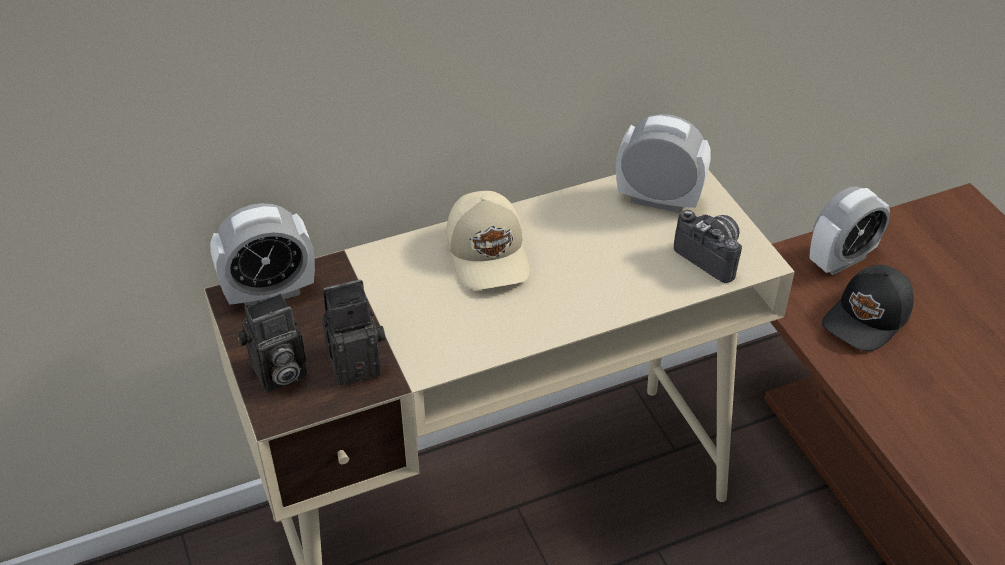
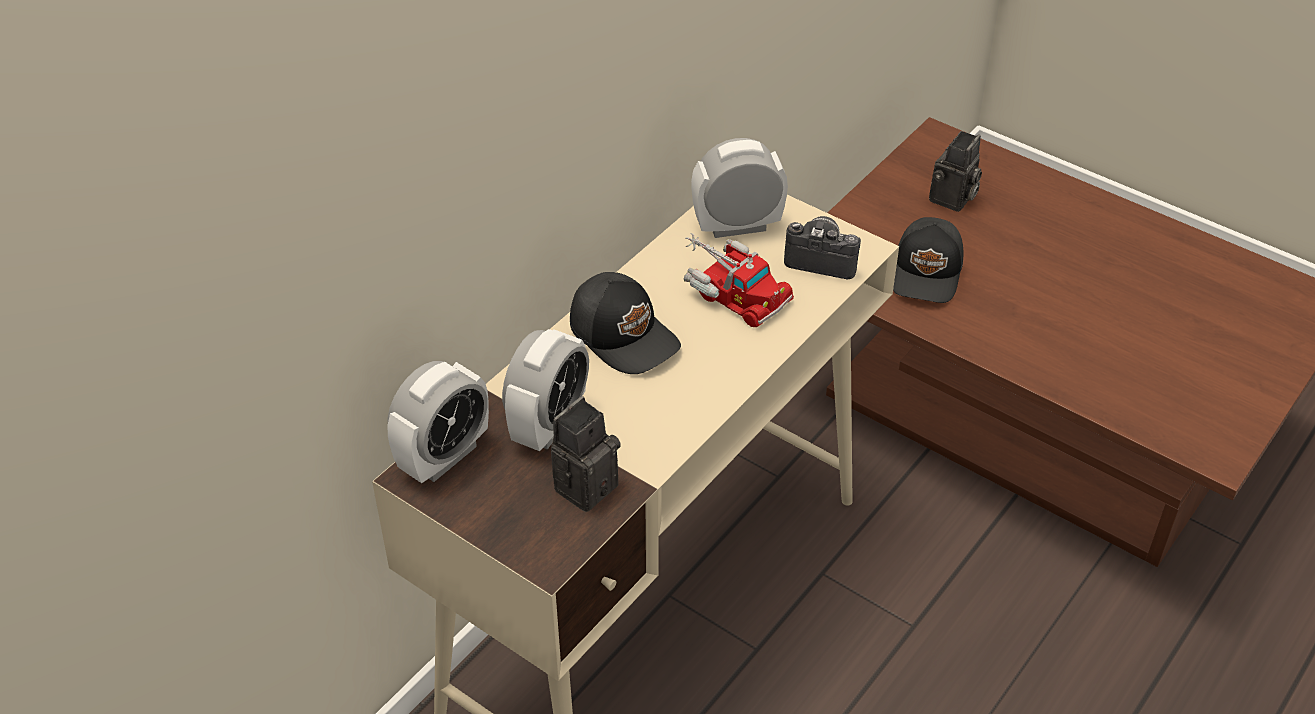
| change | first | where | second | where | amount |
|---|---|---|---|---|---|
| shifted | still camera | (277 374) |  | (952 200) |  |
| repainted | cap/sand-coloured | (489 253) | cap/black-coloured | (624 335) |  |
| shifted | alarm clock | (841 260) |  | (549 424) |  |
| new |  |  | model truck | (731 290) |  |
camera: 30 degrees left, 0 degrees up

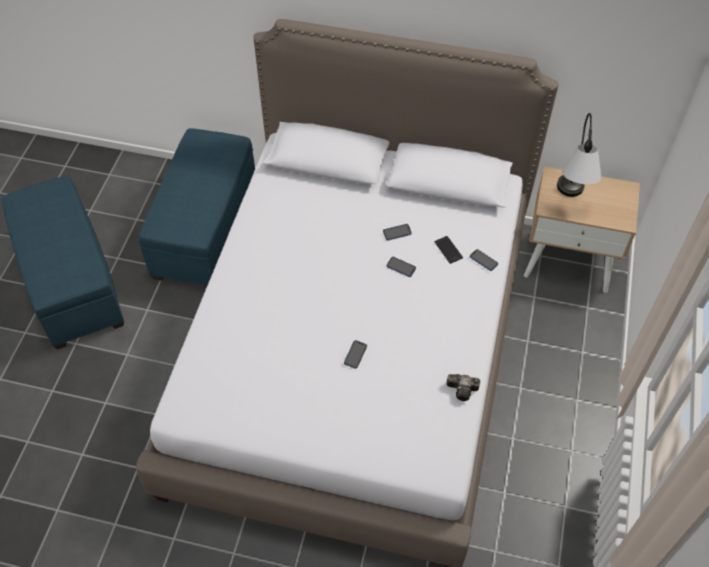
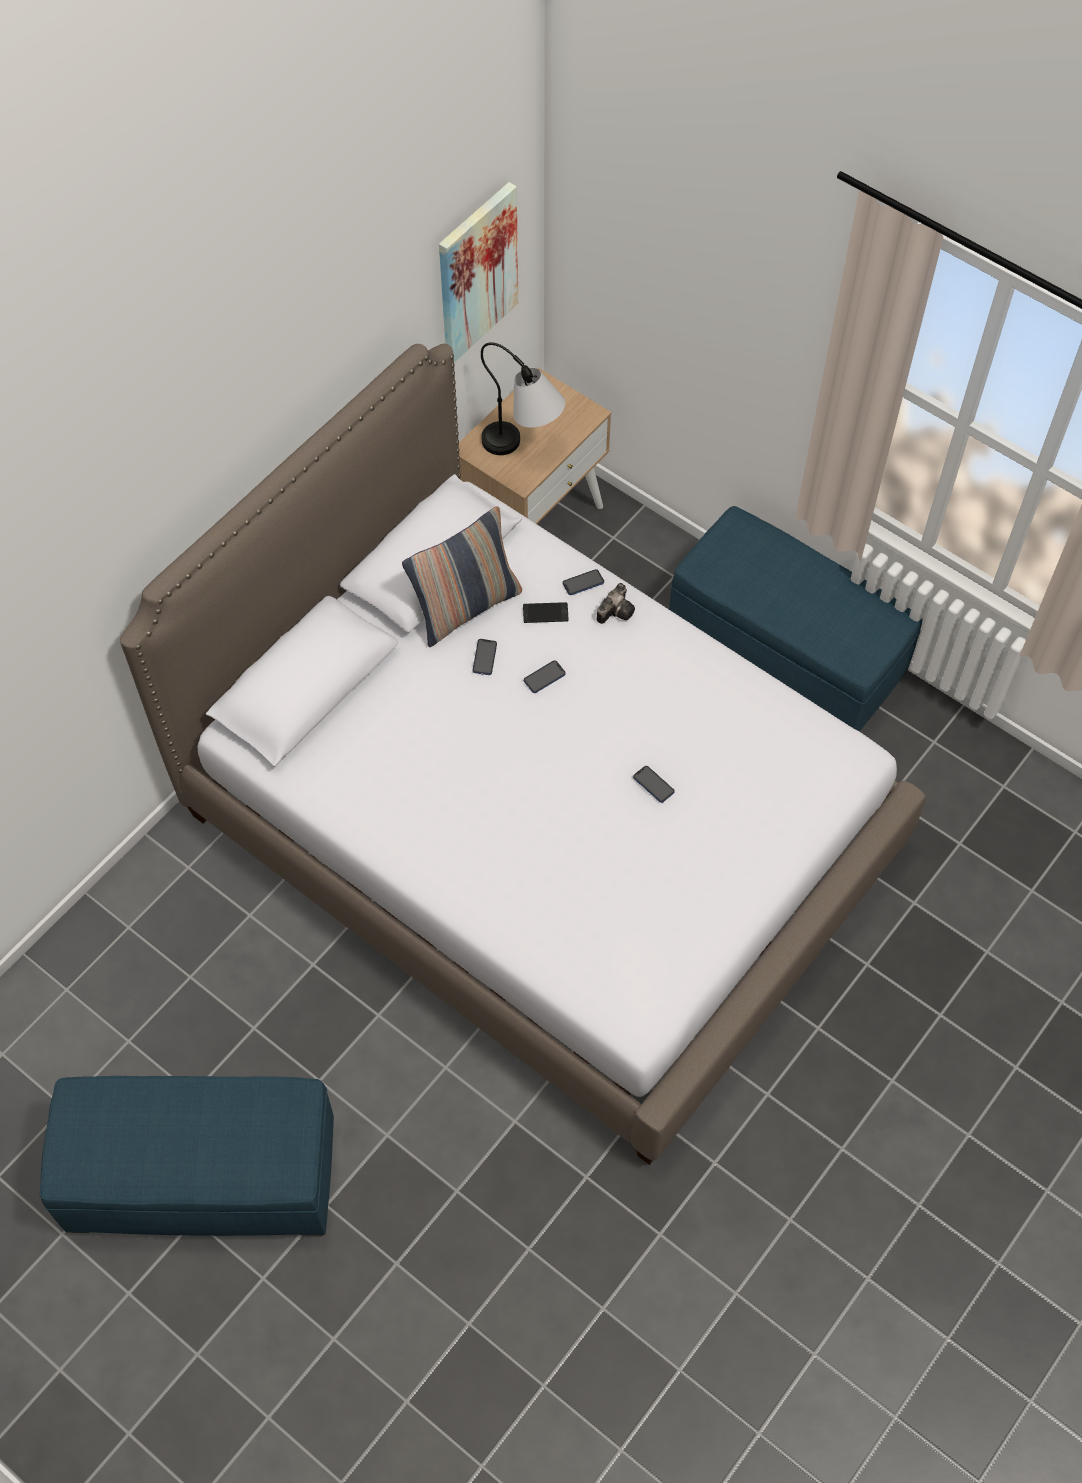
| change | first | where | second | where | amount |
|---|---|---|---|---|---|
| shifted | footrest/bluish | (205 230) |  | (783 656) |  |
| shifted | still camera | (463 390) |  | (616 610) |  |
| new |  |  | pillow | (466 608) |  |
| new |  |  | wall art | (476 272) |  |
camera: 65 degrees left, 5 degrees up

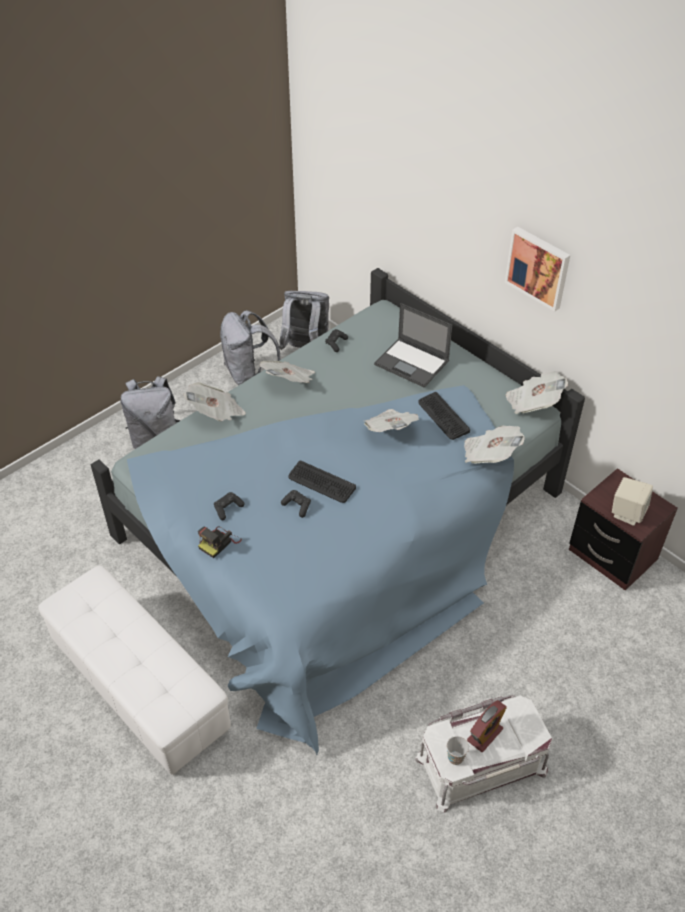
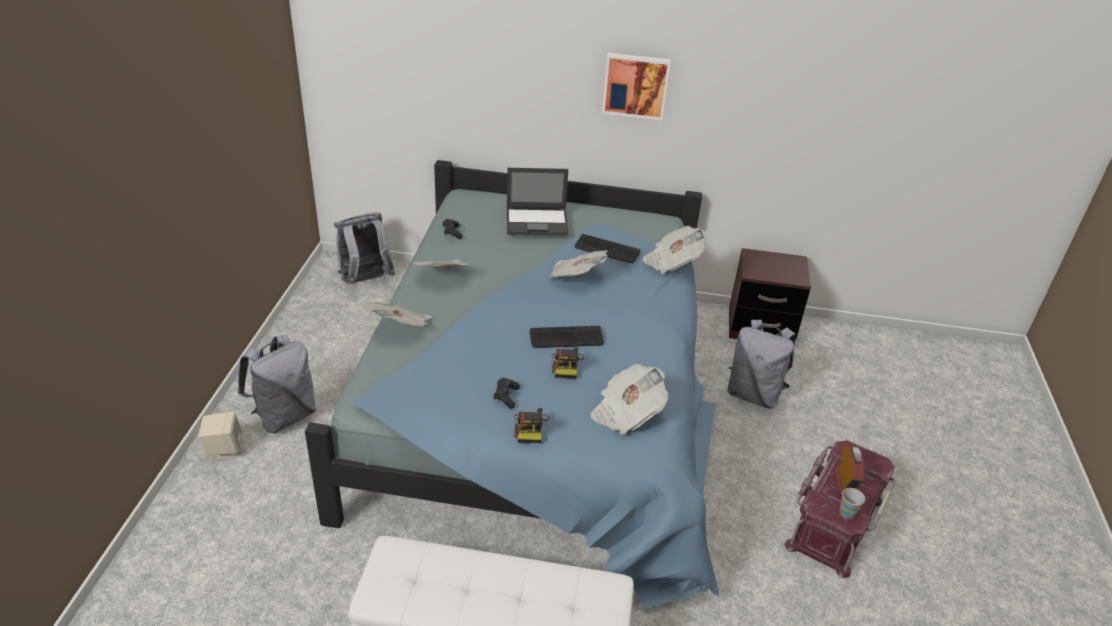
| change | first | where | second | where | amount |
|---|---|---|---|---|---|
| shifted | rucksack/greyish | (250 375) |  | (754 394) |  |
| swapped | game controller/black-coloured | (297 506) | still camera | (566 365) |  |
| repainted | storage container/whitish | (480 762) | storage container/red-coloured | (833 522) |  |
| shifted | newspaper | (533 403) |  | (626 413) |  |
| shifted | loudspeaker/sand-coloured | (627 513) |  | (224 449) |  |
camera: 40 degrees left, 10 degrees down

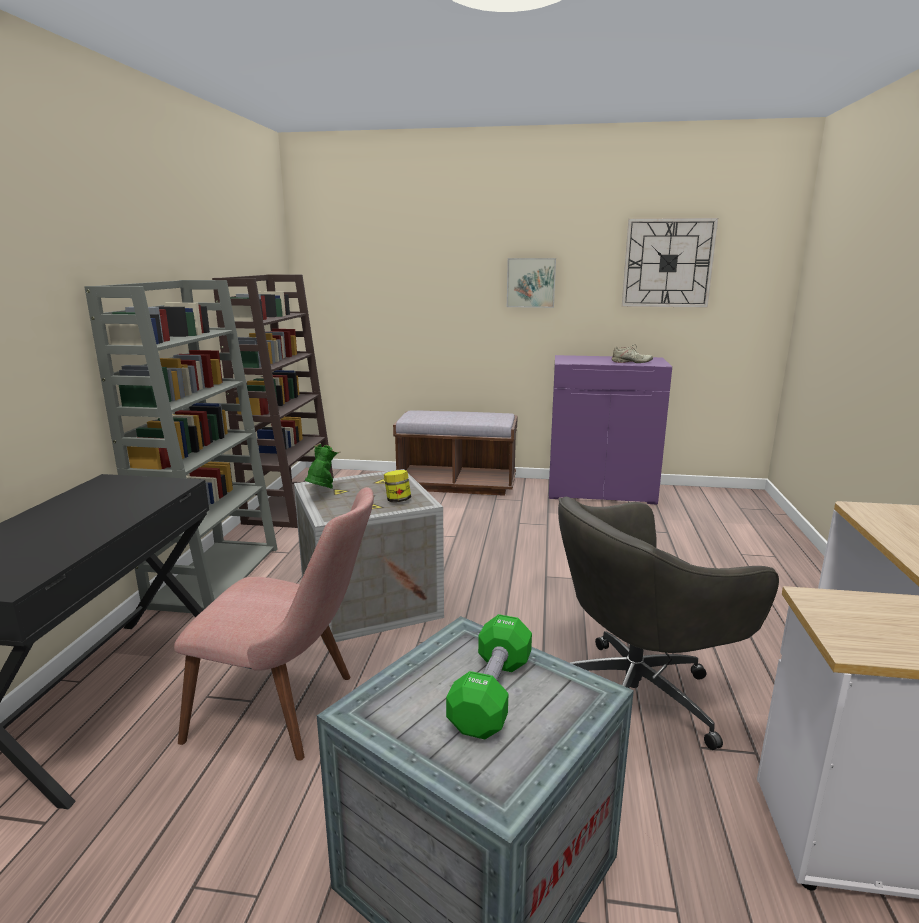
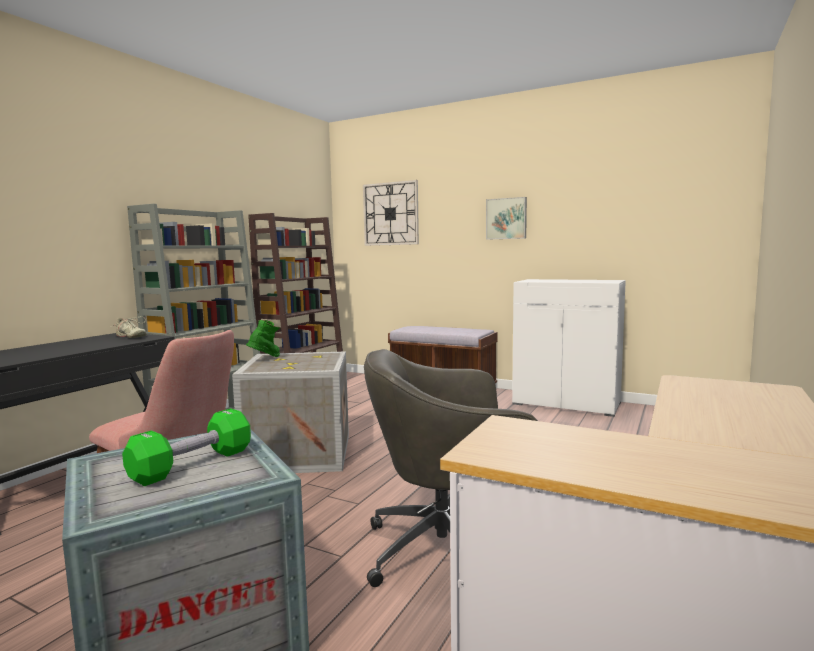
| change | first | where | second | where | amount |
|---|---|---|---|---|---|
| gone | storage jar | (398 500) |  |  |  |
| repainted | cabinet/purple | (601 491) | cabinet/whitish | (567 403) |  |
| shifted | item of footwear/sand-coloured | (631 362) |  | (130 336) |  |
| shifted | hanging clock | (668 263) |  | (390 214) |  |
camera: 20 degrees right, 10 degrees down

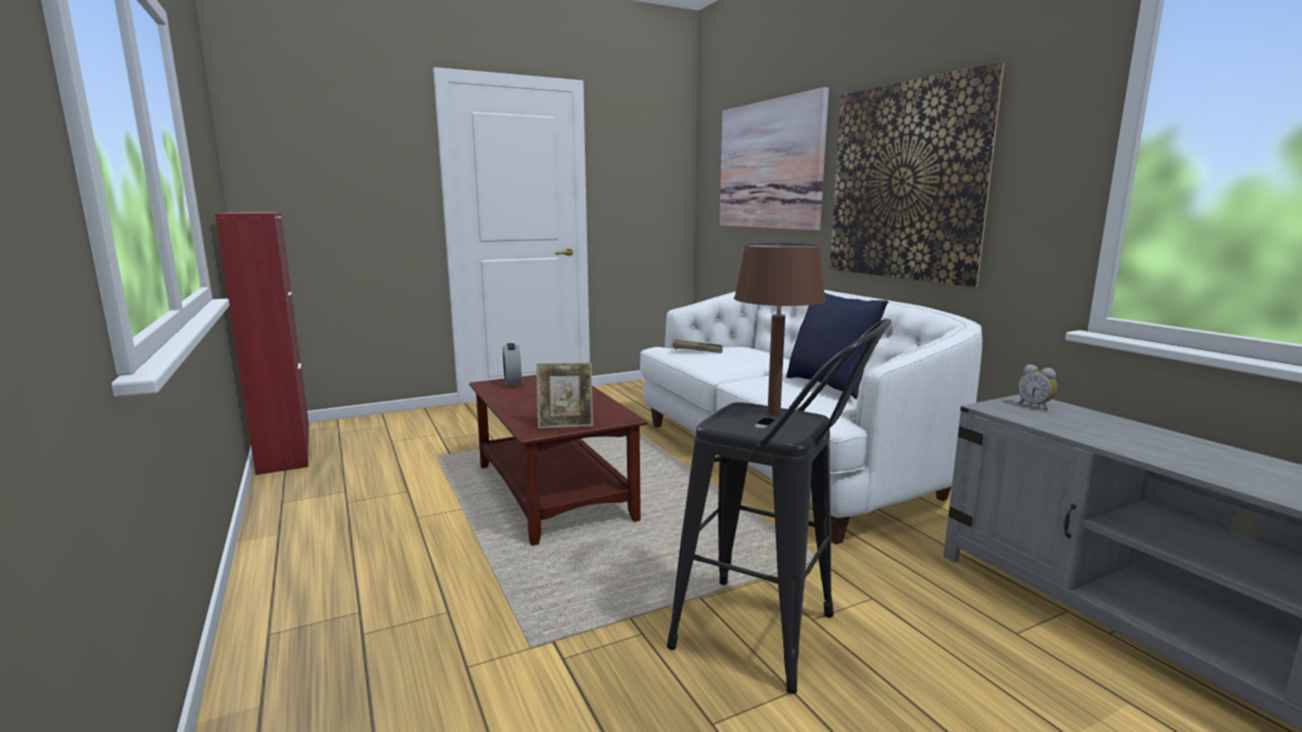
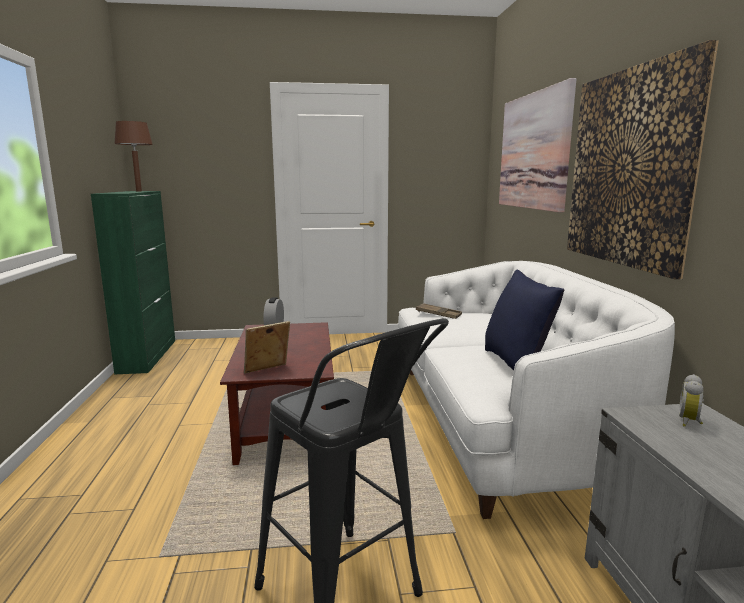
| change | first | where | second | where | amount |
|---|---|---|---|---|---|
| repainted | cabinet/red-coloured | (285 447) | cabinet/greenish | (148 355) |  |
| rotated | picture frame | (565 424) |  | (268 371) | 135 degrees clockwise |
| shifted | table lamp/brown | (774 412) |  | (139 191) |  |
| rotated | alarm clock | (1035 406) |  | (690 422) | 45 degrees clockwise |
camera: 20 degrees right, 0 degrees up

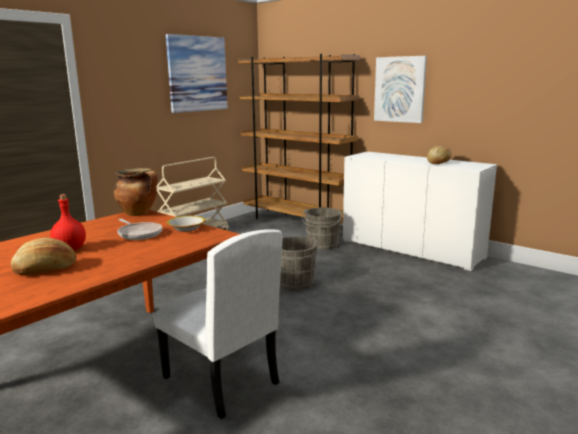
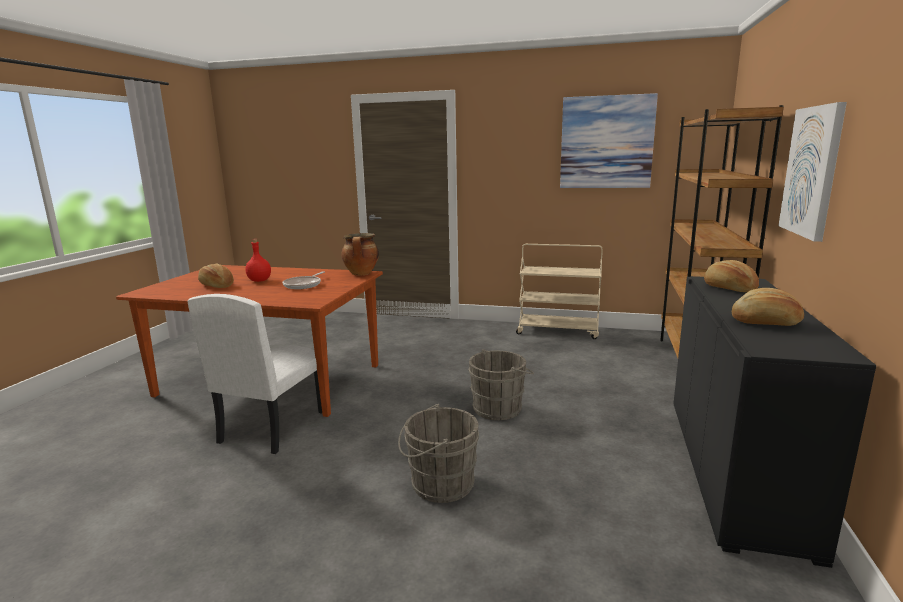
| change | first | where | second | where | amount |
|---|---|---|---|---|---|
| gone | deep dish | (186 228) |  |  |  |
| shifted | water bucket/greyish | (322 245) |  | (438 484) |  |
| repainted | cabinet/whitish | (411 249) | cabinet/black-coloured | (733 468) |  |
| new |  |  | baked bread | (729 288) |  |
camera: 65 degrees right, 0 degrees up

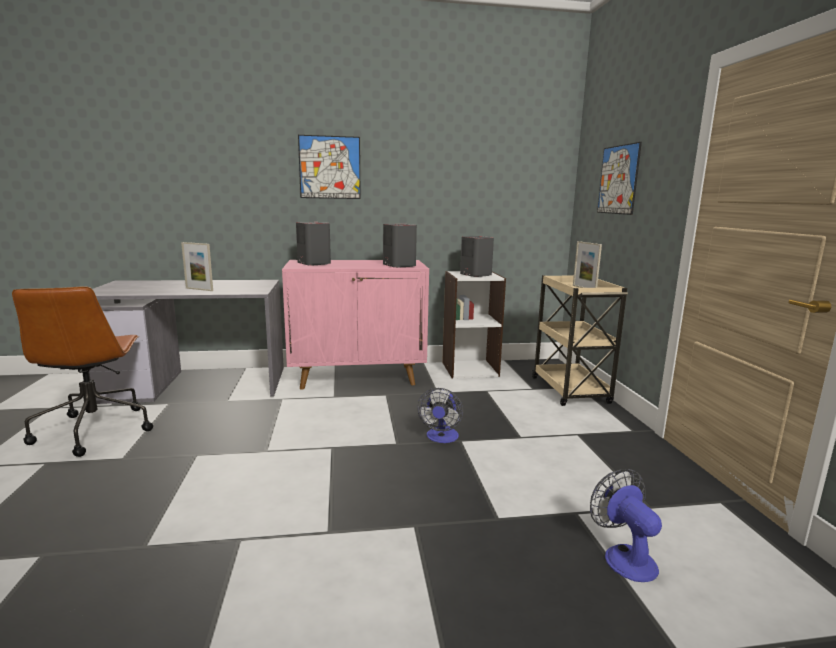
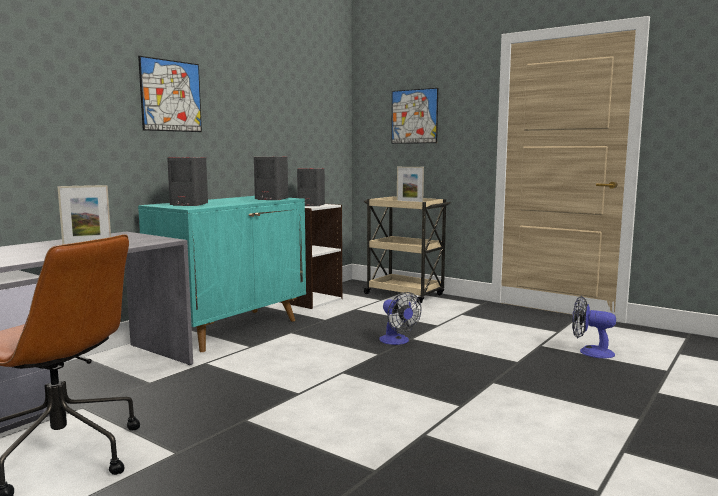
| change | first | where | second | where | amount |
|---|---|---|---|---|---|
| repainted | cabinet/pink | (358 377) | cabinet/blue-green | (232 329) |  |
camera: 45 degrees left, 5 degrees down

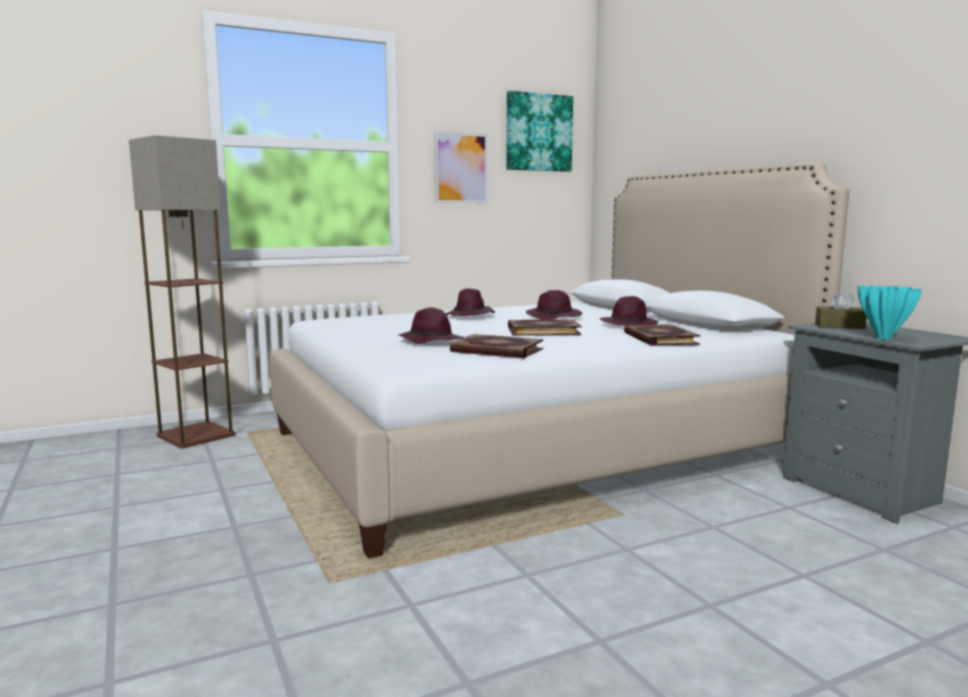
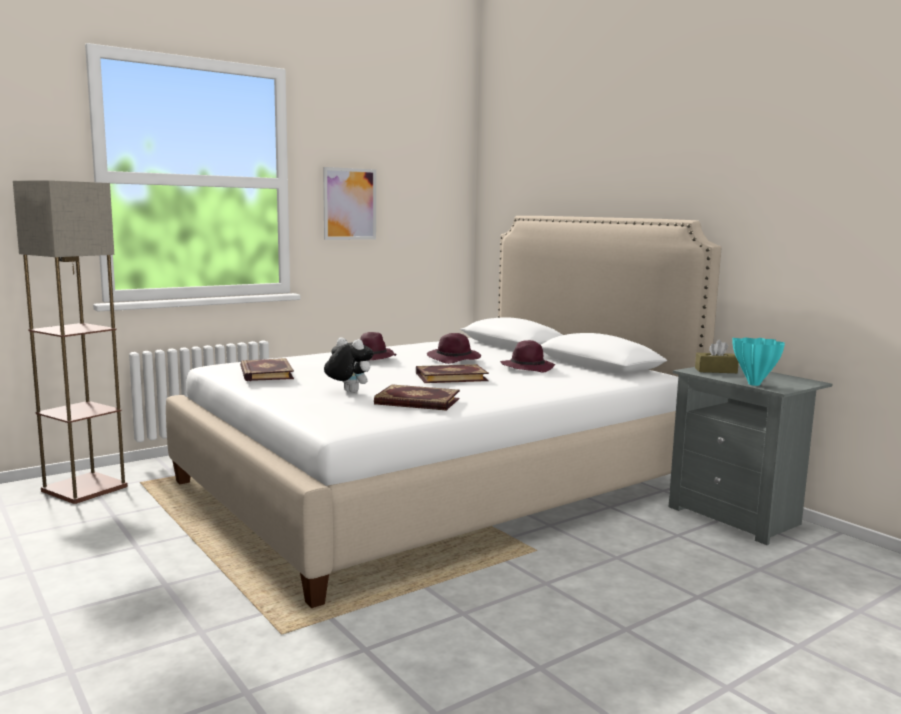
| change | first | where | second | where | amount |
|---|---|---|---|---|---|
| swapped | hat/purple | (430 341) | cuddly toy | (348 392) |  |
| gone | wall art | (538 132) |  |  |  |
| shifted | volume | (659 339) |  | (265 373) |  |
camera: 10 degrees left, 0 degrees up

